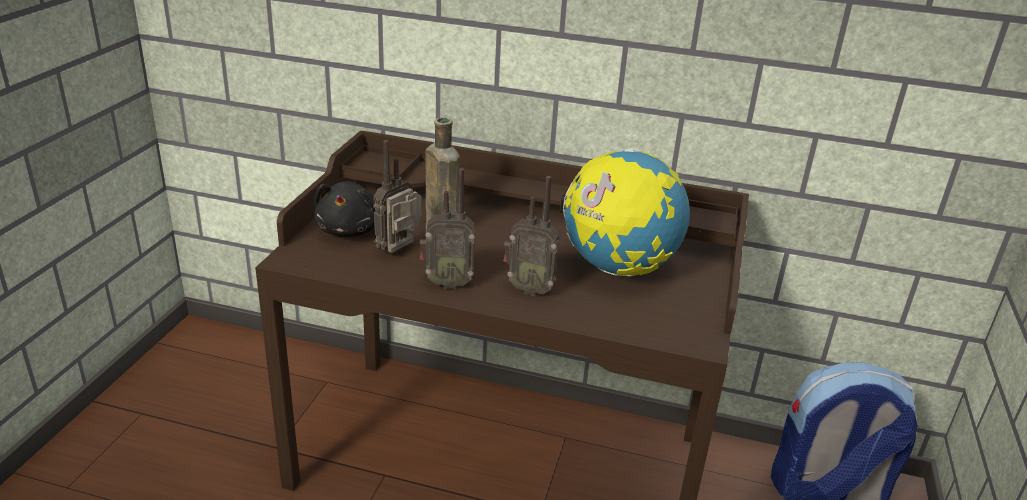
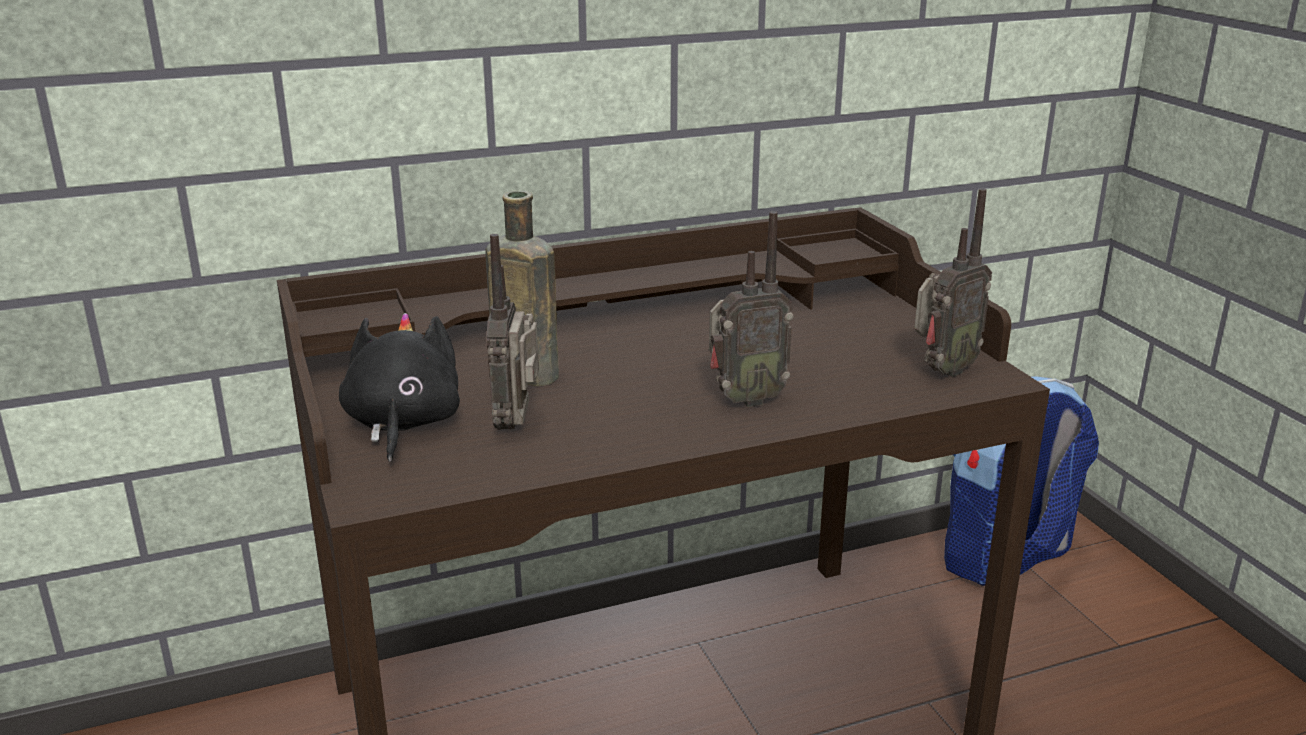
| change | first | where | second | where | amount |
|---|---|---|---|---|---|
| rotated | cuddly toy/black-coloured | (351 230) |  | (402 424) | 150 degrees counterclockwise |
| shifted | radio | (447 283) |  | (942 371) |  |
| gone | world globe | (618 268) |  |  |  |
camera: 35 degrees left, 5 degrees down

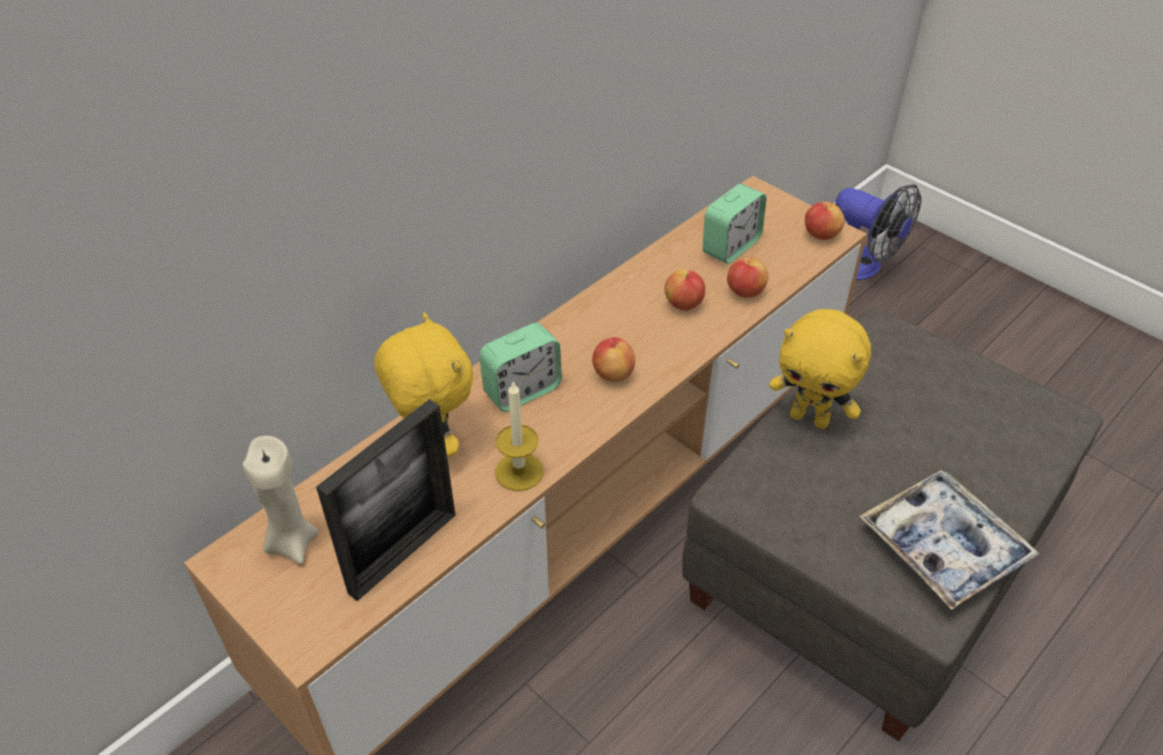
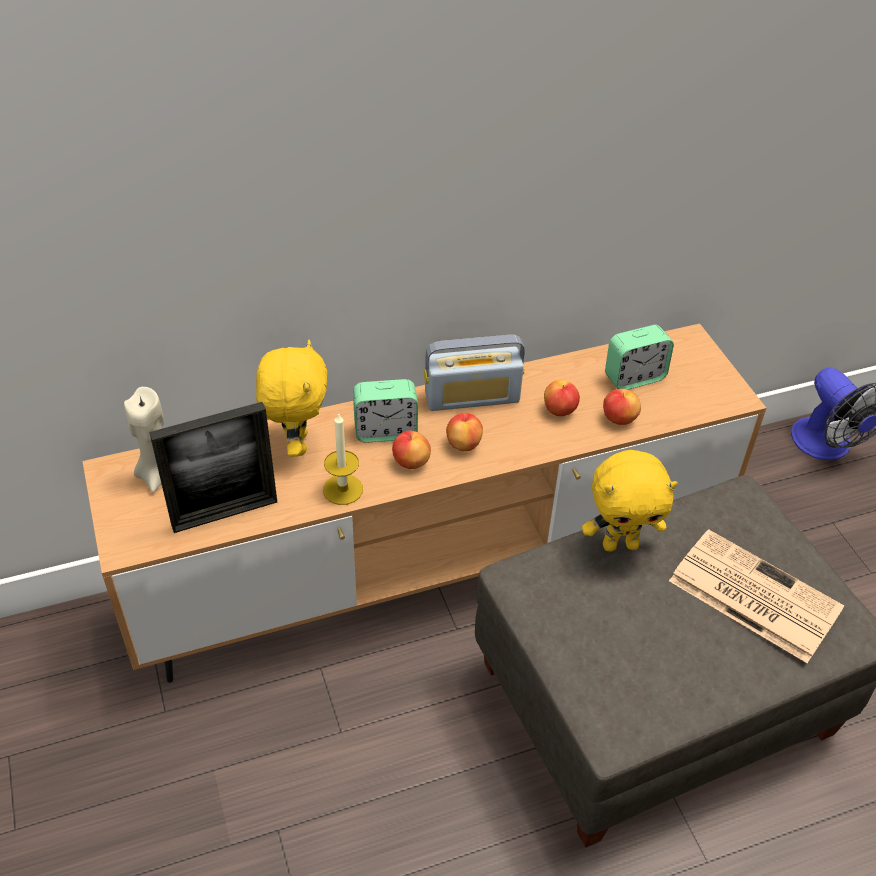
| change | first | where | second | where | amount |
|---|---|---|---|---|---|
| rotated | cuddly toy/yellowish | (810 418) |  | (620 544) | 60 degrees counterclockwise |
| shifted | apple | (821 235) |  | (411 462) |  |
| gone | tray | (943 546) |  |  |  |
| new |  |  | radio | (472 397) |  |
| new |  |  | newspaper | (751 595) |  |
camera: 25 degrees right, 0 degrees up

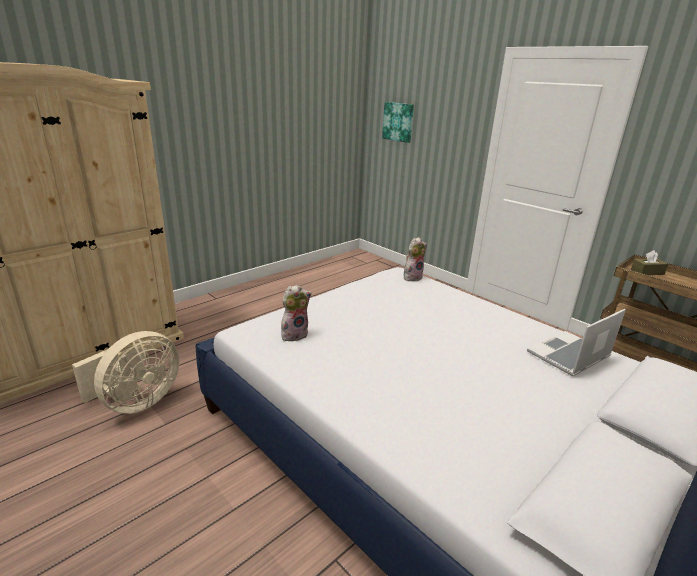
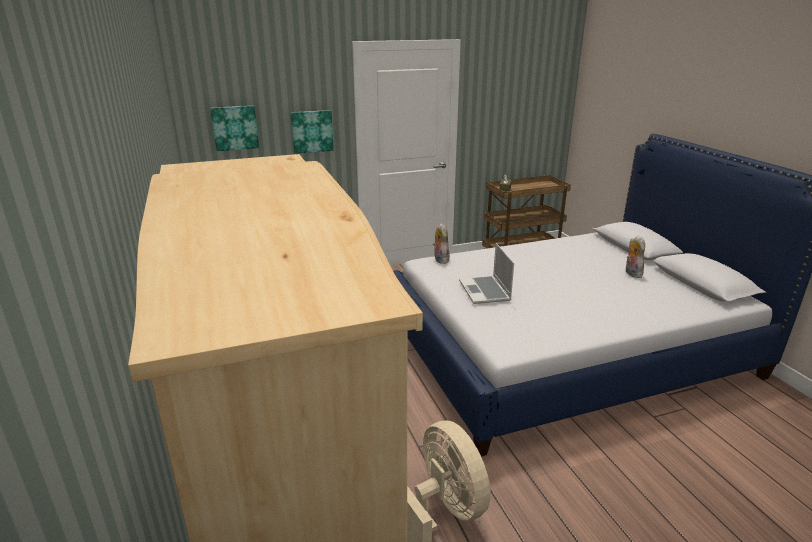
| change | first | where | second | where | amount |
|---|---|---|---|---|---|
| shifted | cuddly toy | (294 334) |  | (631 273) |  |
| shifted | laptop | (569 355) |  | (485 291) |  |
| new |  |  | wall art | (312 131) |  |
camera: 65 degrees left, 0 degrees up

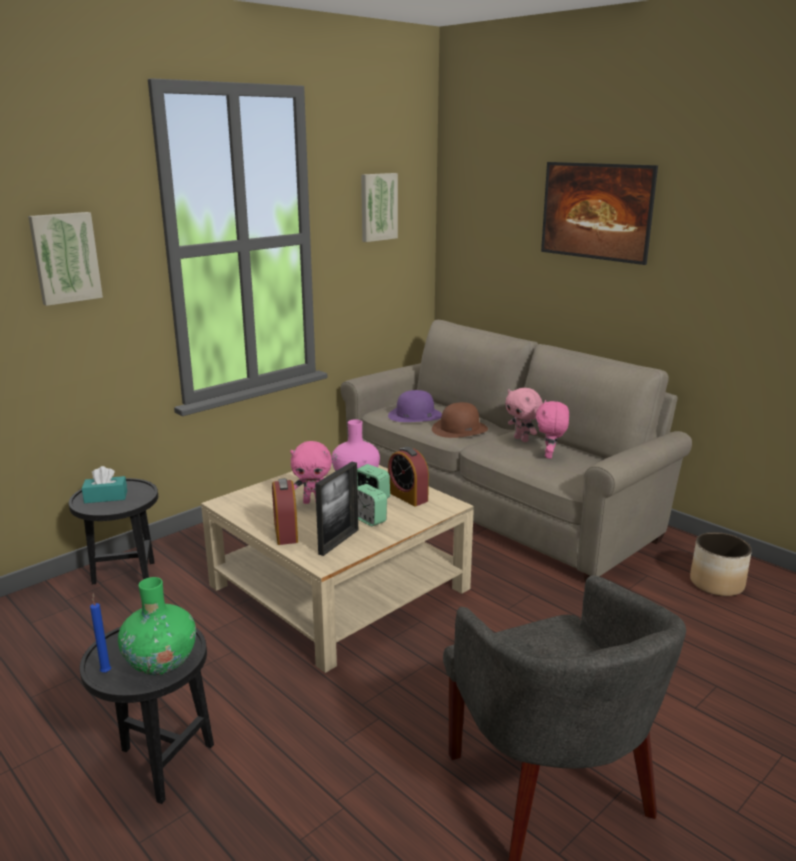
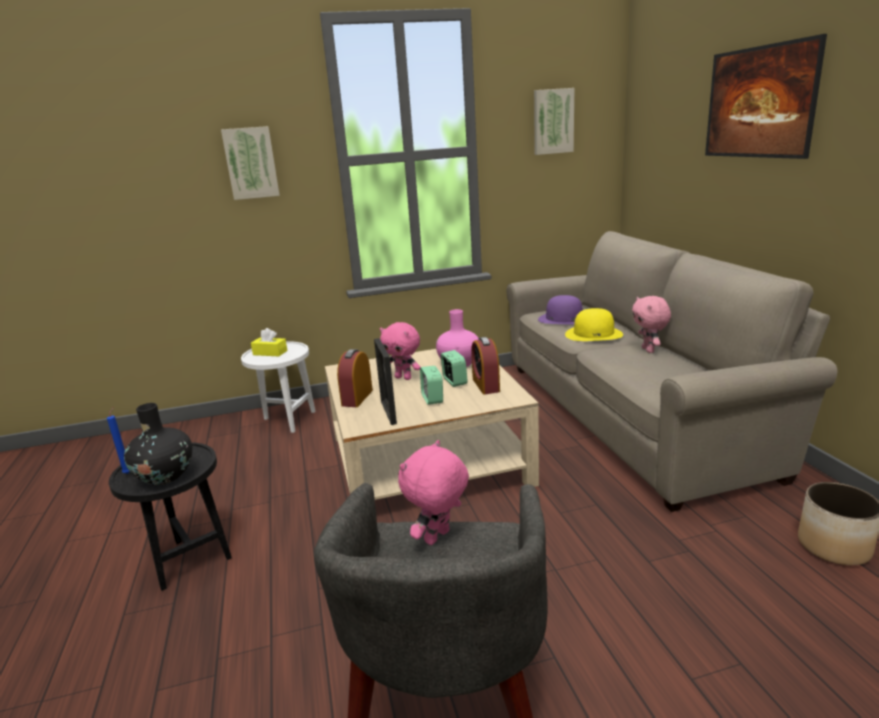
| change | first | where | second | where | amount |
|---|---|---|---|---|---|
| repainted | side table/black-coloured | (126 579) | side table/whitish | (287 420) |  |
| repainted | tissue box/blue-green | (106 497) | tissue box/yellowish | (270 353) |  |
| repainted | vase/greenish | (161 662) | vase/black-coloured | (165 475) |  |
| rotated | picture frame | (338 541) |  | (388 412) | 105 degrees clockwise |
| repainted | hat/brown | (459 429) | hat/yellowish | (594 334) |  |
| shifted | cuddly toy/pink | (550 456) |  | (438 538) |  |
camera: 30 degrees right, 0 degrees up

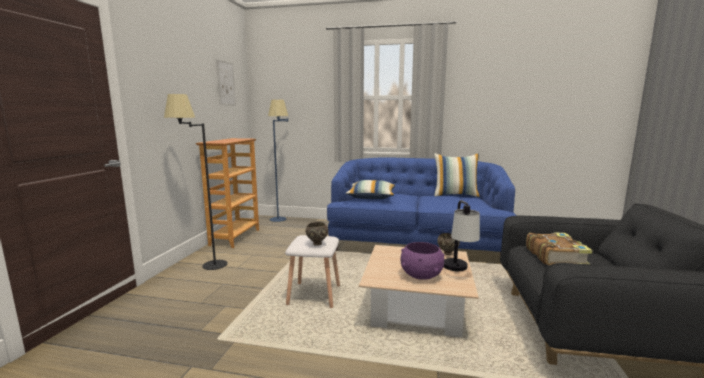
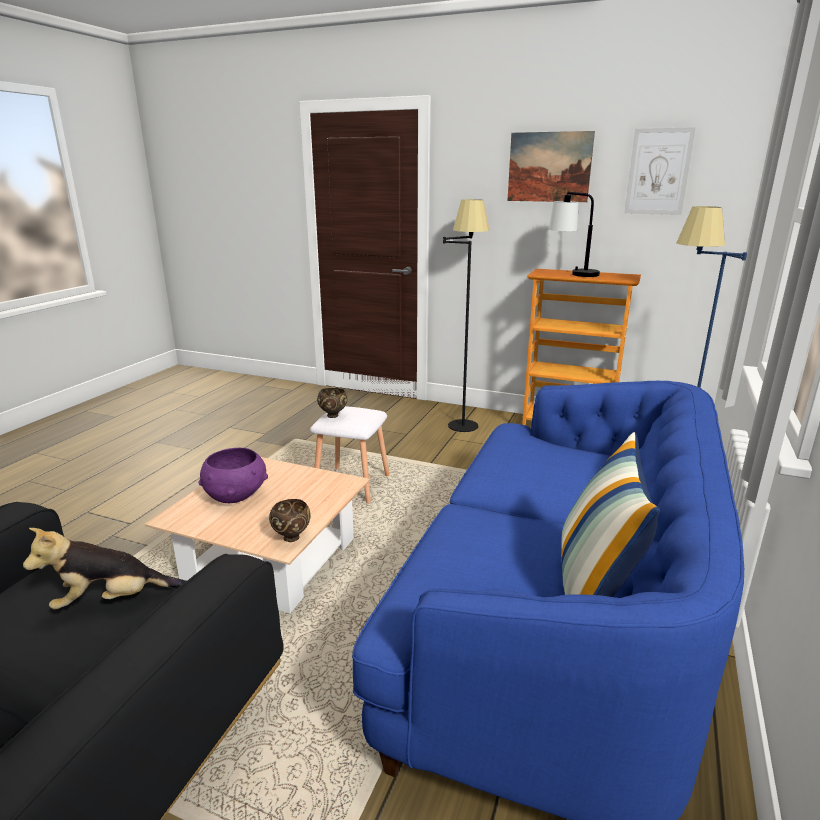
| change | first | where | second | where | amount |
|---|---|---|---|---|---|
| gone | pillow | (371 197) |  |  |  |
| shifted | table lamp | (458 271) |  | (572 274) |  |
| swapped | volume | (556 257) | cuddly toy | (109 600) |  |
| new |  |  | wall art | (549 167) |  |
camera: 100 degrees right, 10 degrees up

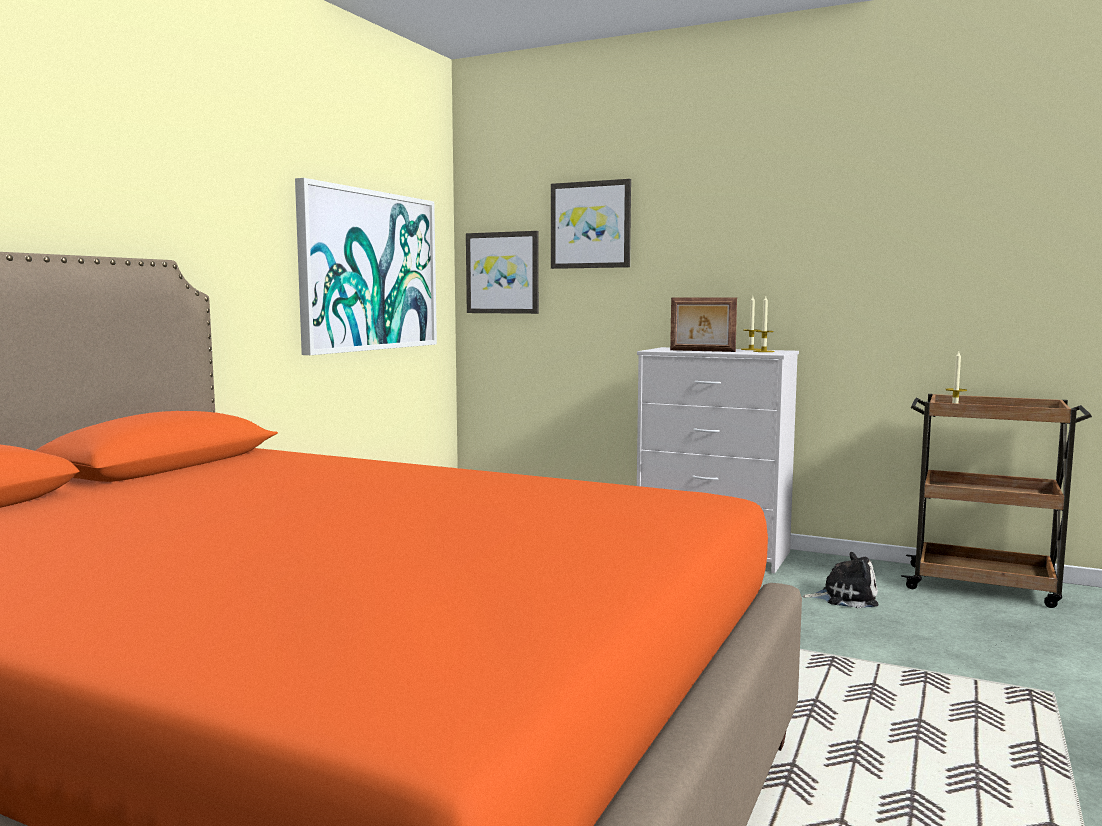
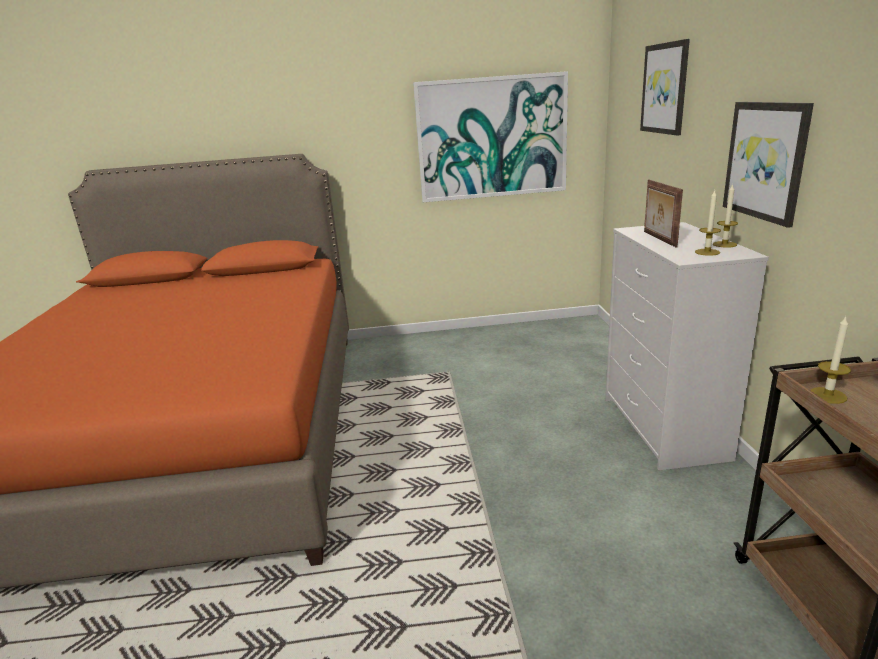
| change | first | where | second | where | amount |
|---|---|---|---|---|---|
| shifted | wall art | (503 273) |  | (766 161) |  |
| gone | cuddly toy | (845 597) |  |  |  |
camera: 60 degrees right, 15 degrees up

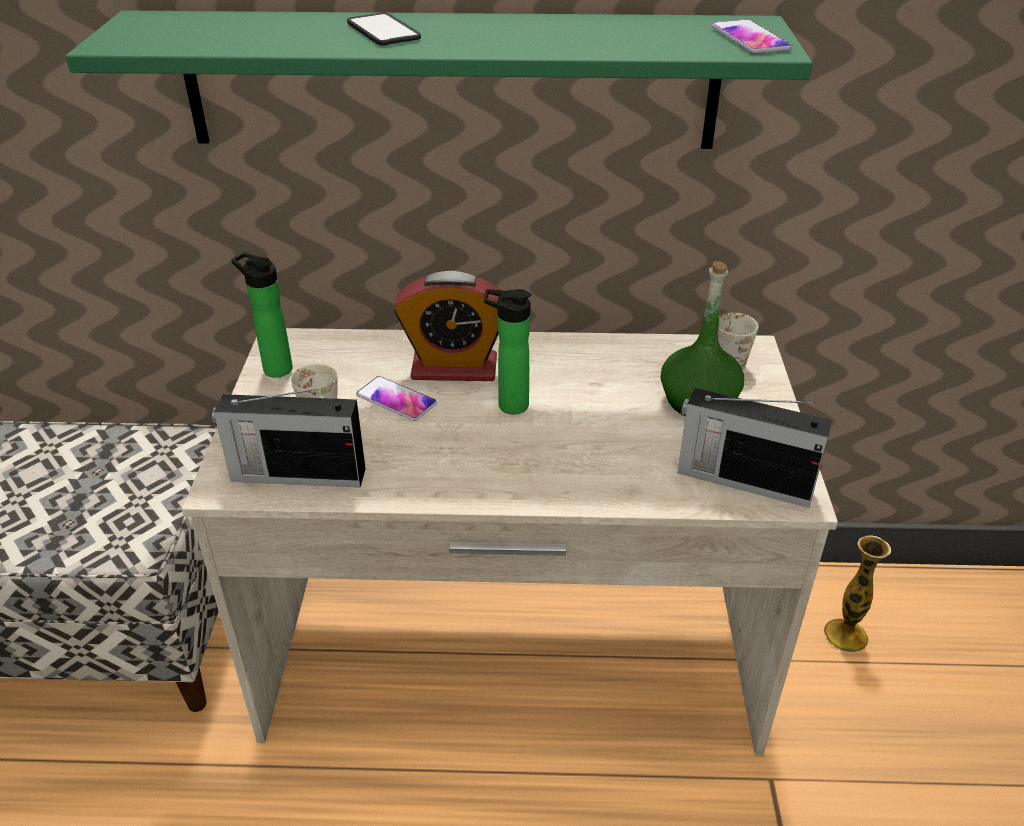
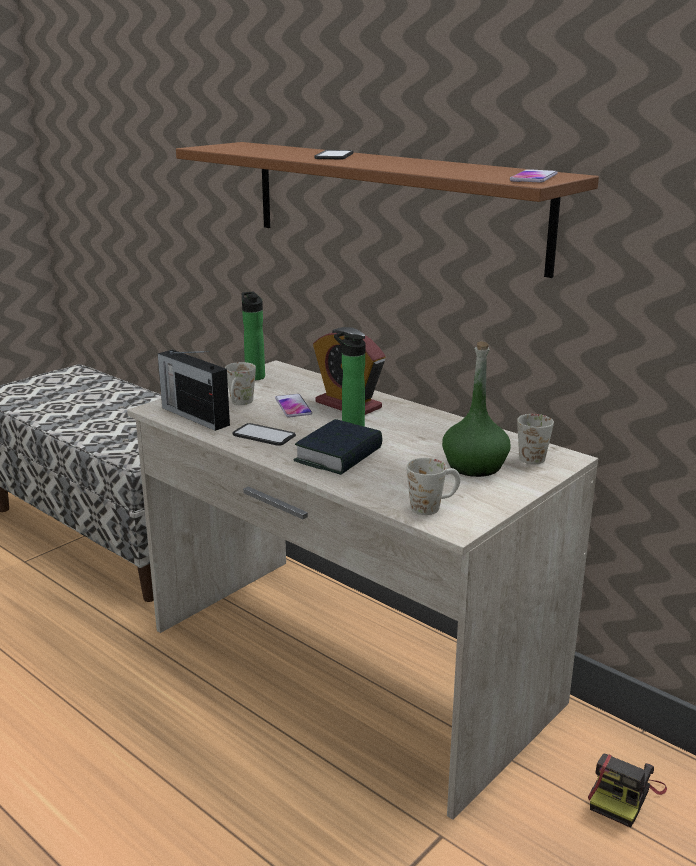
| change | first | where | second | where | amount |
|---|---|---|---|---|---|
| repainted | shelf/greenish | (451 81) | shelf/brown | (392 203) |  |
| swapped | radio | (742 480) | mug/whitish | (433 506) |  |
| swapped | vase | (845 635) | still camera | (624 795) |  |
| new |  |  | phone | (264 435) |  |
| new |  |  | volume | (339 455) |  |
camera: 40 degrees right, 15 degrees down

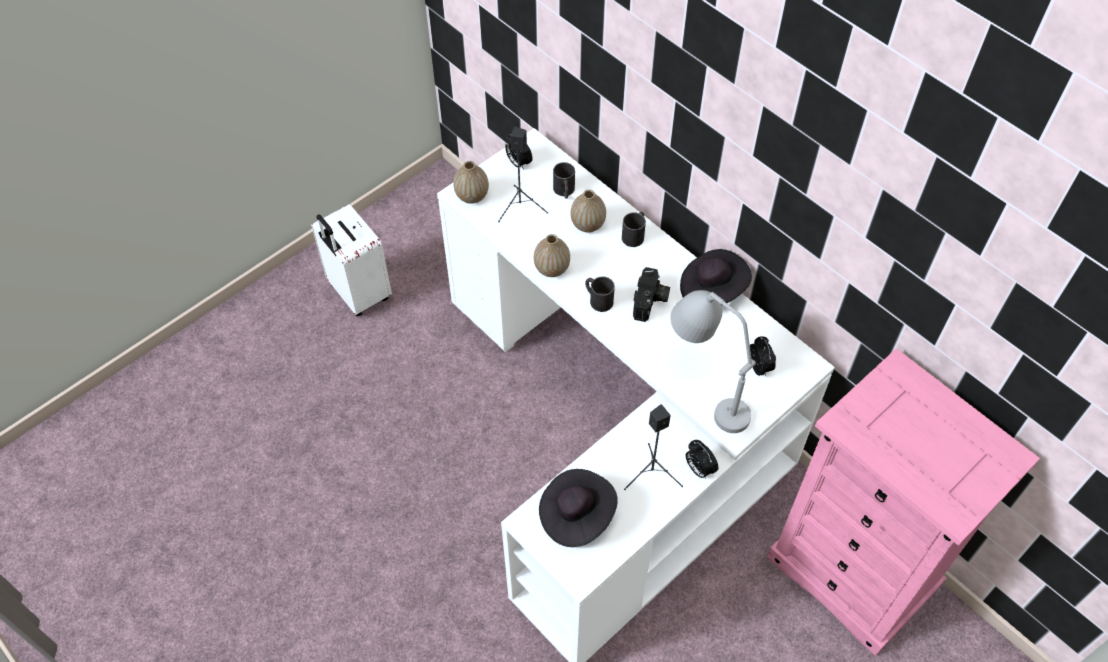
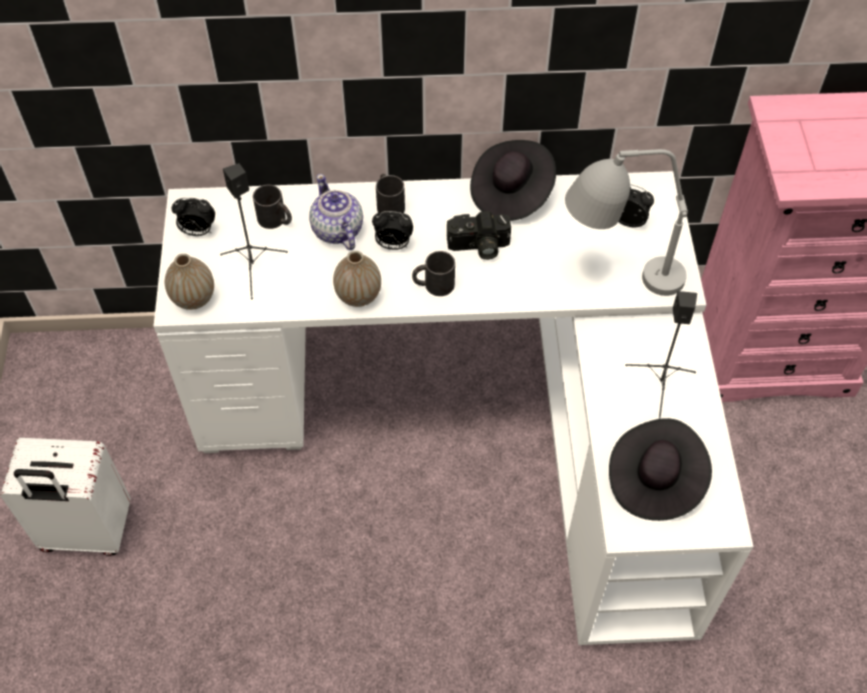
| change | first | where | second | where | amount |
|---|---|---|---|---|---|
| swapped | vase | (587 225) | teapot | (337 231) |  |
| rotated | still camera | (650 302) |  | (478 247) | 120 degrees clockwise |
| shifted | alarm clock | (699 469) |  | (393 245) |  |
camera: 50 degrees left, 0 degrees up

